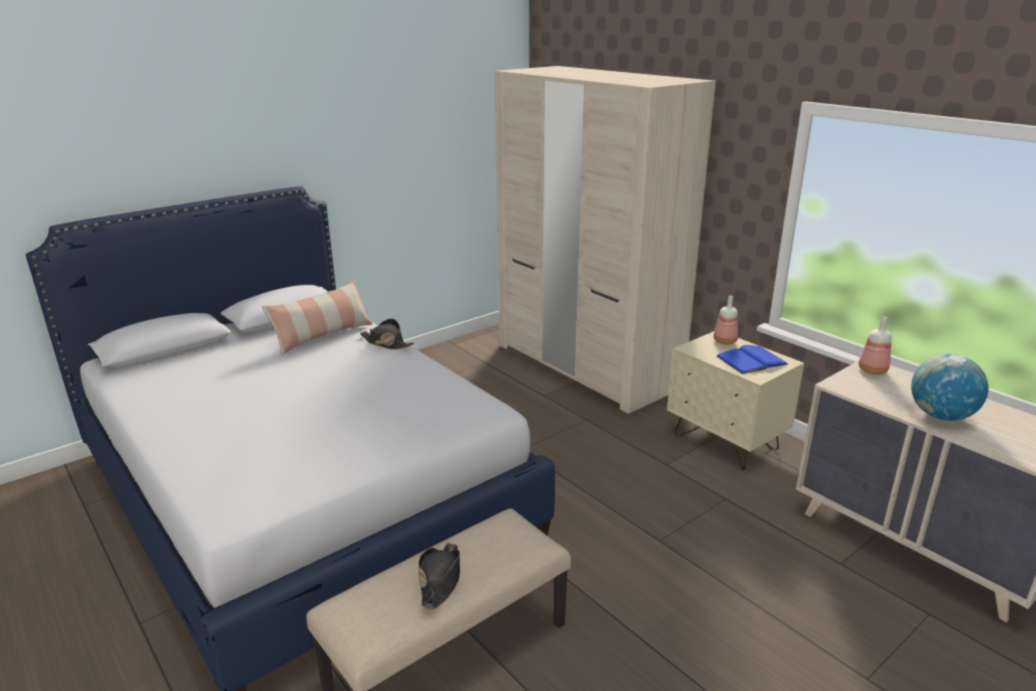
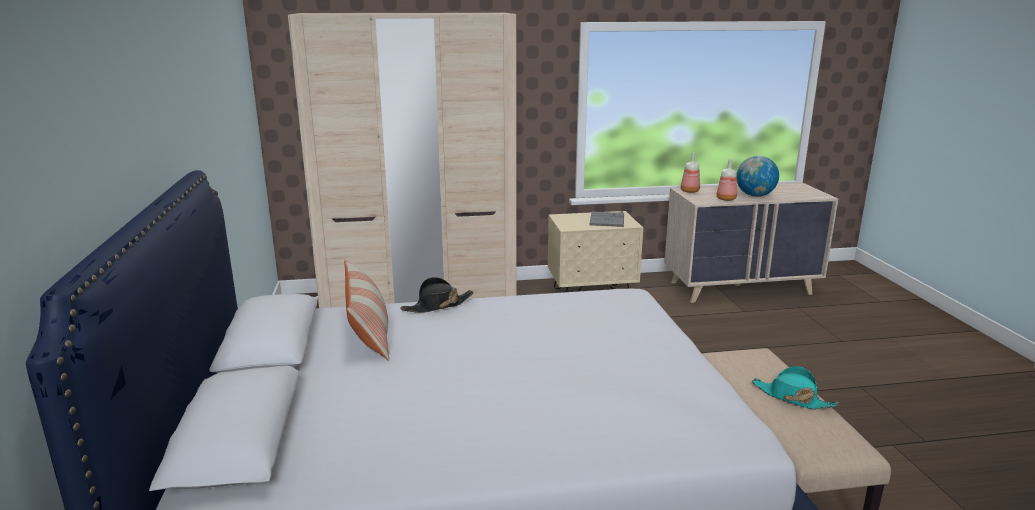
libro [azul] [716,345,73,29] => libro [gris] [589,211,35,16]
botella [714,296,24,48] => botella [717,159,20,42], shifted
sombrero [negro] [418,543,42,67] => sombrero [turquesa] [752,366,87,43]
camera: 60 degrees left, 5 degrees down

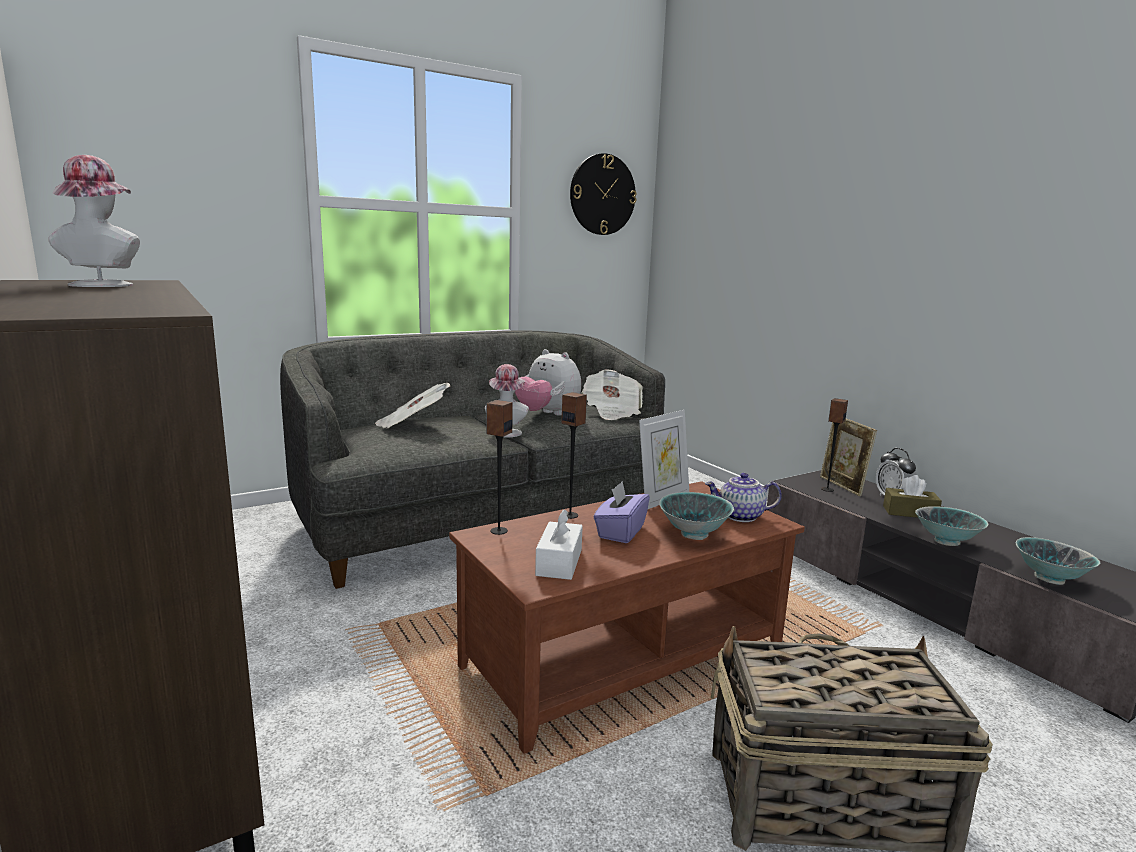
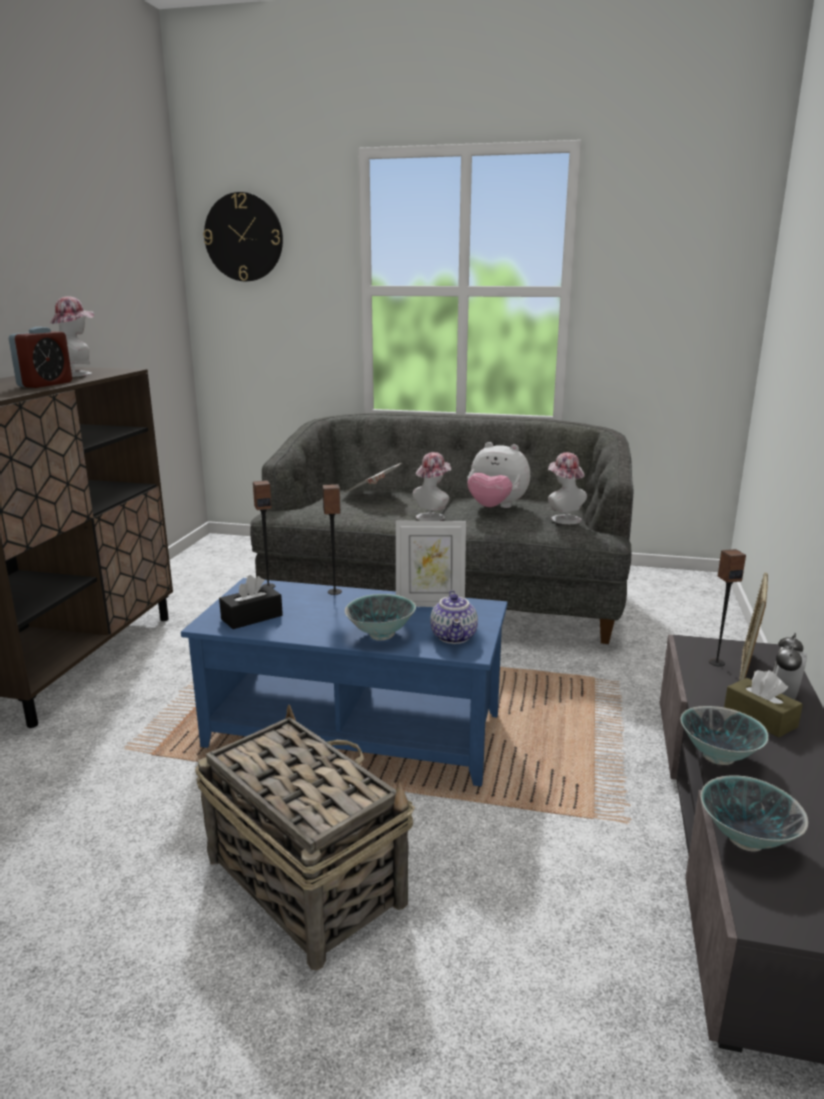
nothing => despertador [9,327,63,61]
mesa de centro [marrón] [449,481,356,273] => mesa de centro [azul] [181,578,326,208]
reloj de pared [570,153,67,82] => reloj de pared [203,192,80,89], shifted
caja de pañuelos [blanco] [535,509,48,71] => caja de pañuelos [negro] [219,575,64,54]
tetera [705,473,77,49] => tetera [430,590,48,54], 135 degrees counterclockwise
peluche [515,349,66,66] => peluche [467,442,63,66], 60 degrees counterclockwise
periódico [581,369,62,51] => sombrero [548,452,39,72]
caja de pañuelos [morado] [593,481,57,62] => nothing
camera: 45 degrees right, 5 degrees up

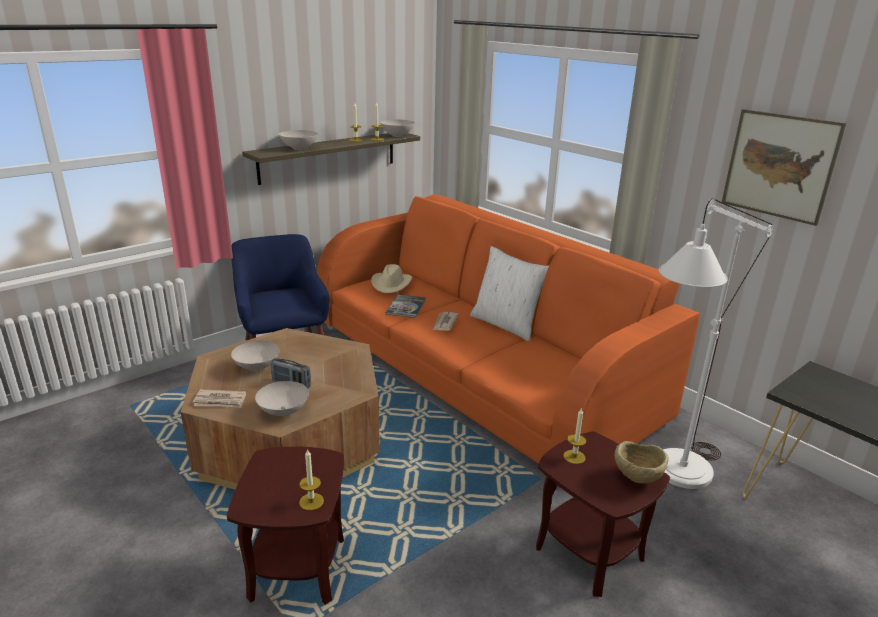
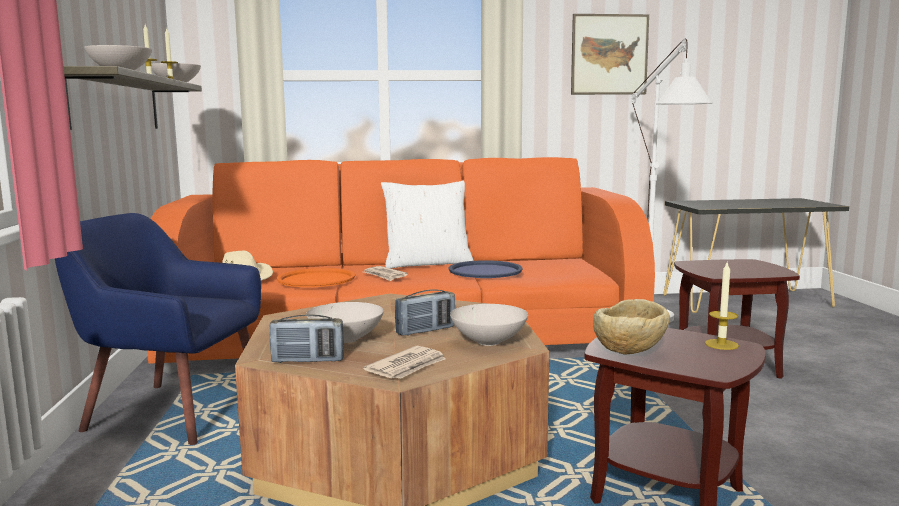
nothing => radio [270,314,74,49]
libro [385,294,41,24] => bandeja [naranja] [277,268,78,19]
nothing => bandeja [azul] [448,260,74,18]
cuenco [beis] [614,441,55,43] => cuenco [beis] [593,299,77,56], shifted
vela [563,409,24,55] => nothing
camera: 55 degrees left, 15 degrees down

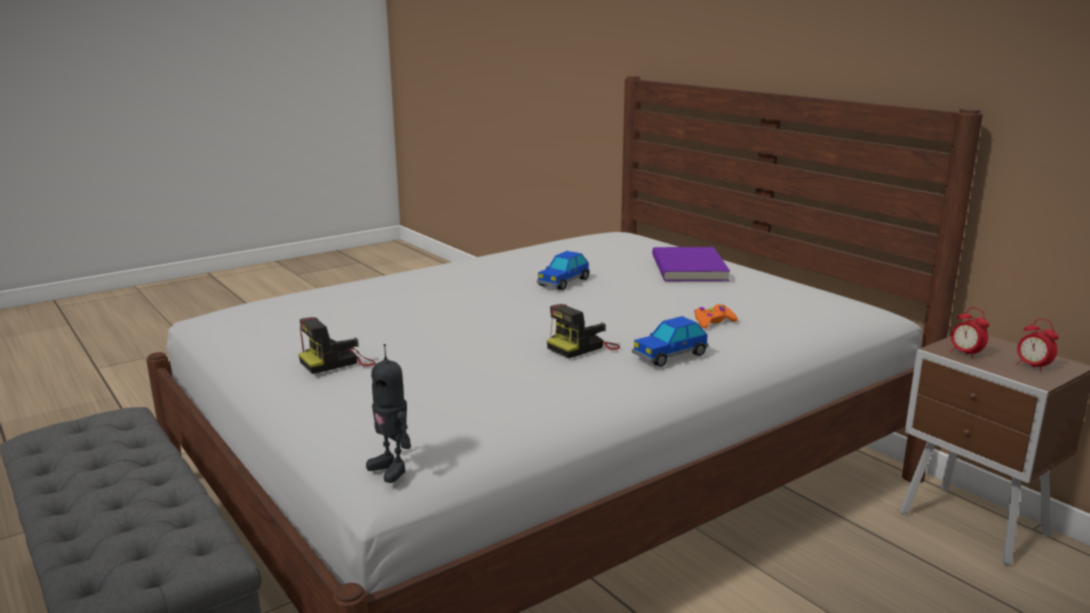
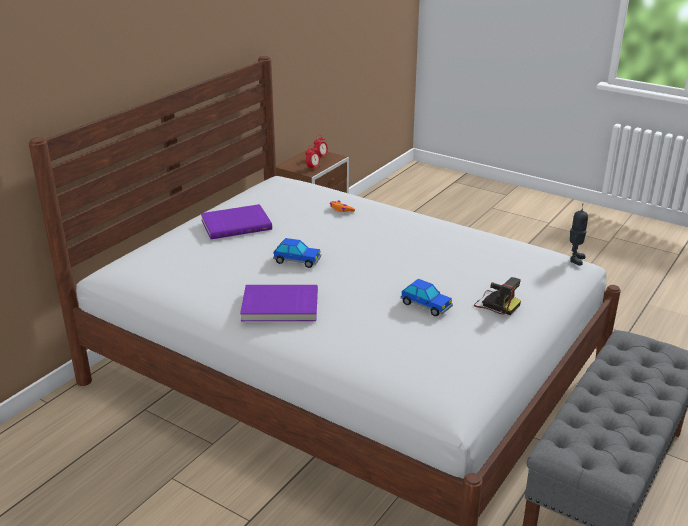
nothing => libro [morado] [240,285,78,36]
coche de juguete [632,316,76,51] => coche de juguete [401,279,52,37], shifted
cámara [547,304,73,54] => nothing
camera: 110 degrees left, 10 degrees up

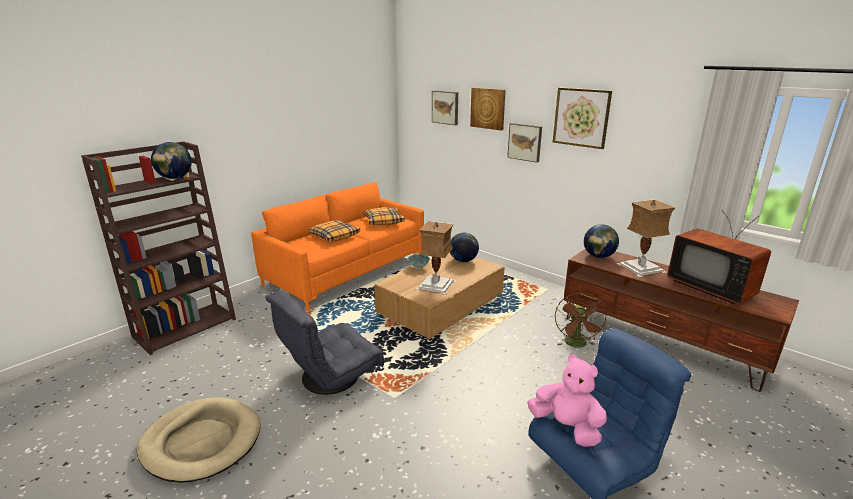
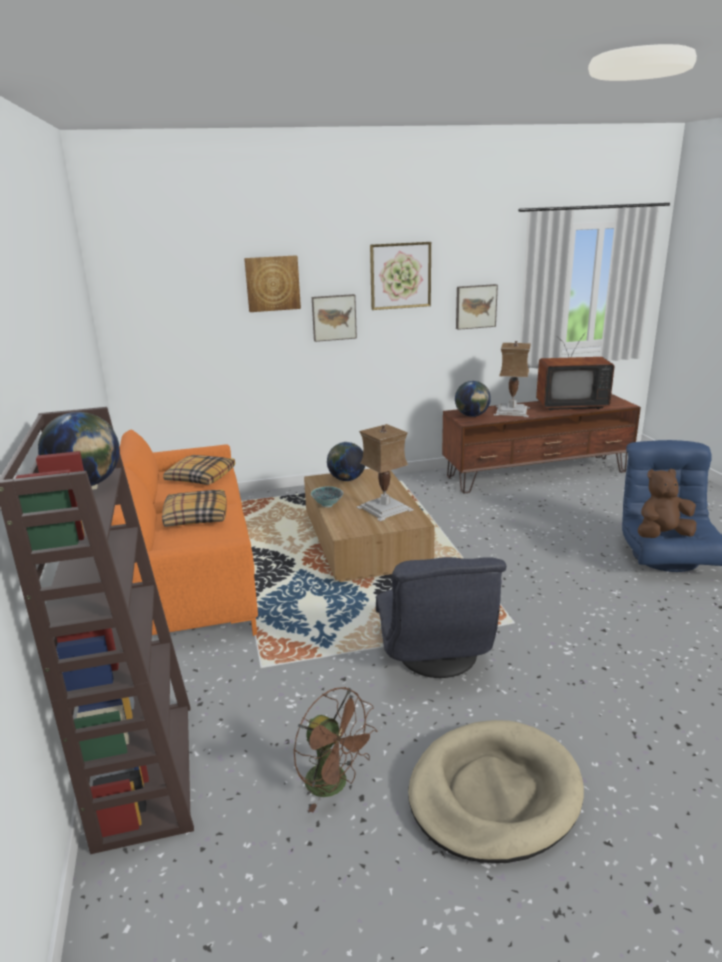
ventilador [marrón] [555,293,52,55] => ventilador [marrón] [293,687,84,125], shifted
cuadro [432,91,26,34] => cuadro [456,284,42,46], shifted
peluche [rosa] [527,354,80,93] => peluche [marrón] [638,469,58,69]
camera: 55 degrees left, 0 degrees up

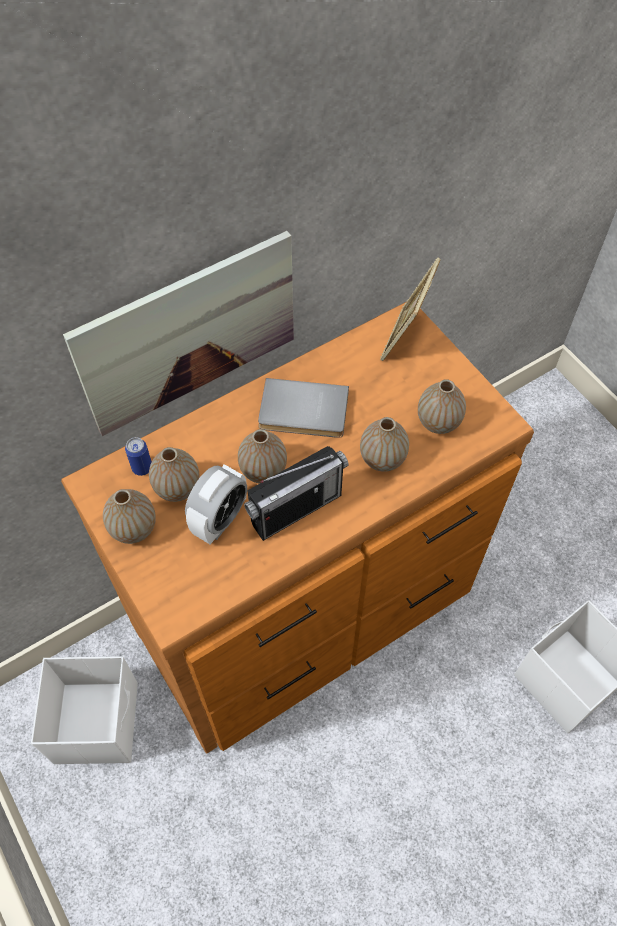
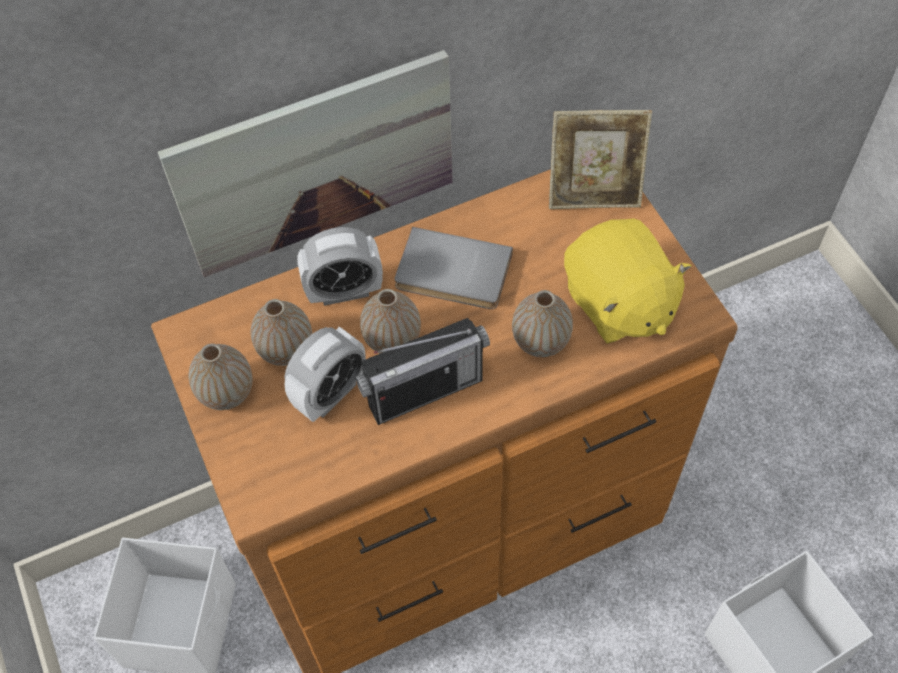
nothing => despertador [297,227,86,79]
portarretratos [380,258,60,103] => portarretratos [549,110,103,99], 120 degrees counterclockwise
florero [418,379,48,55] => peluche [amarillo] [564,218,128,125]
lata [125,437,27,39] => nothing
camera: 10 degrees right, 0 degrees up

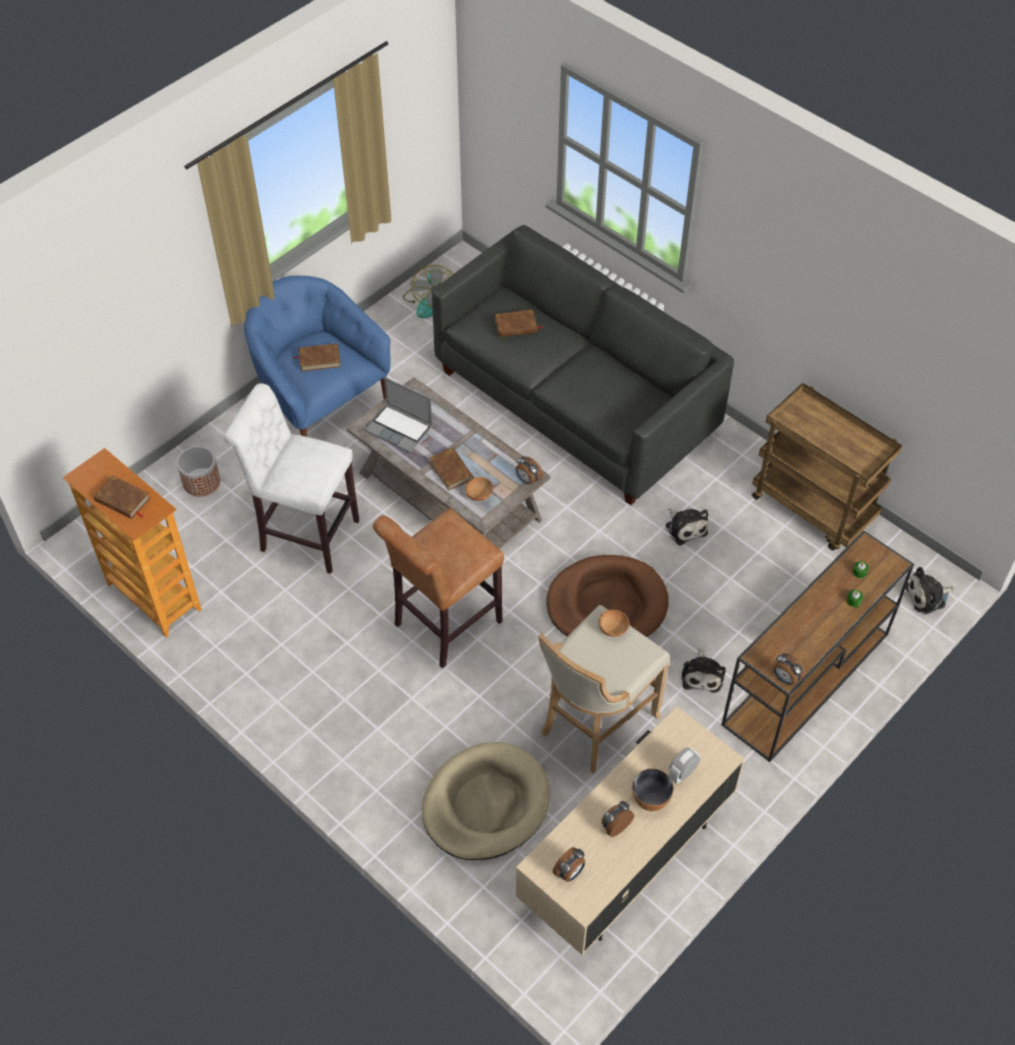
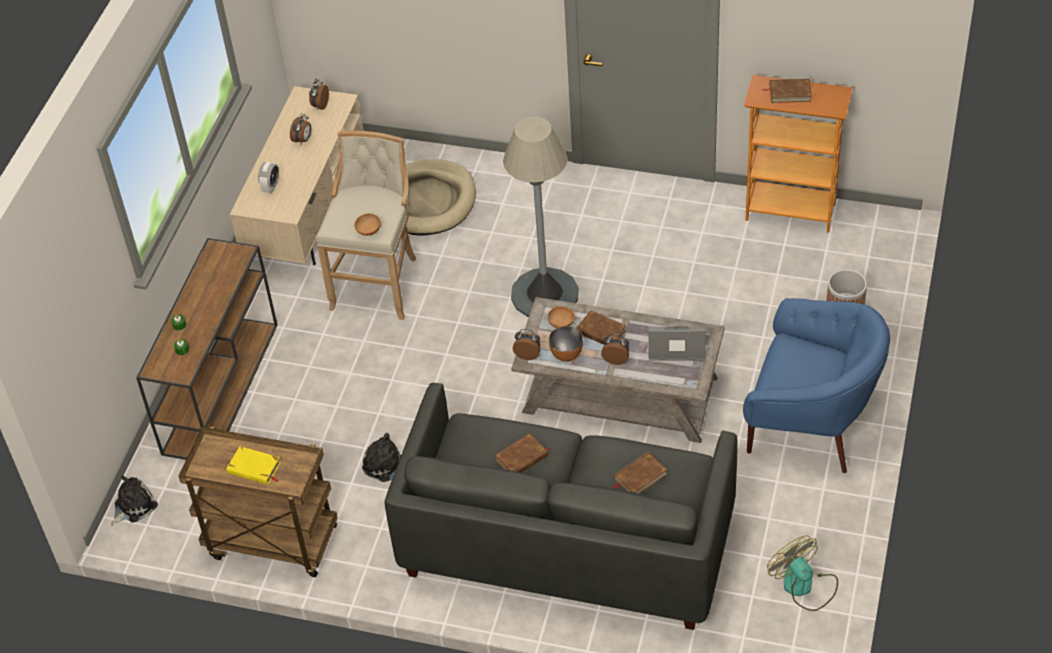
nothing => libro [amarillo] [226,446,55,39]
libro [marrón] [293,343,48,28] => libro [marrón] [495,433,55,40], shifted
taburete [marrón] [373,508,131,161] => lámpara de pie [gris] [503,117,76,200]
cuenco [632,768,42,43] => cuenco [548,326,35,36], shifted
despertador [773,653,33,32] => despertador [601,334,28,31], shifted
taburete [blanco] [224,383,135,191] => nothing
cama para perro [marrón] [546,555,123,82] => nothing
peluche [681,649,45,44] => nothing
camera: 155 degrees right, 5 degrees down

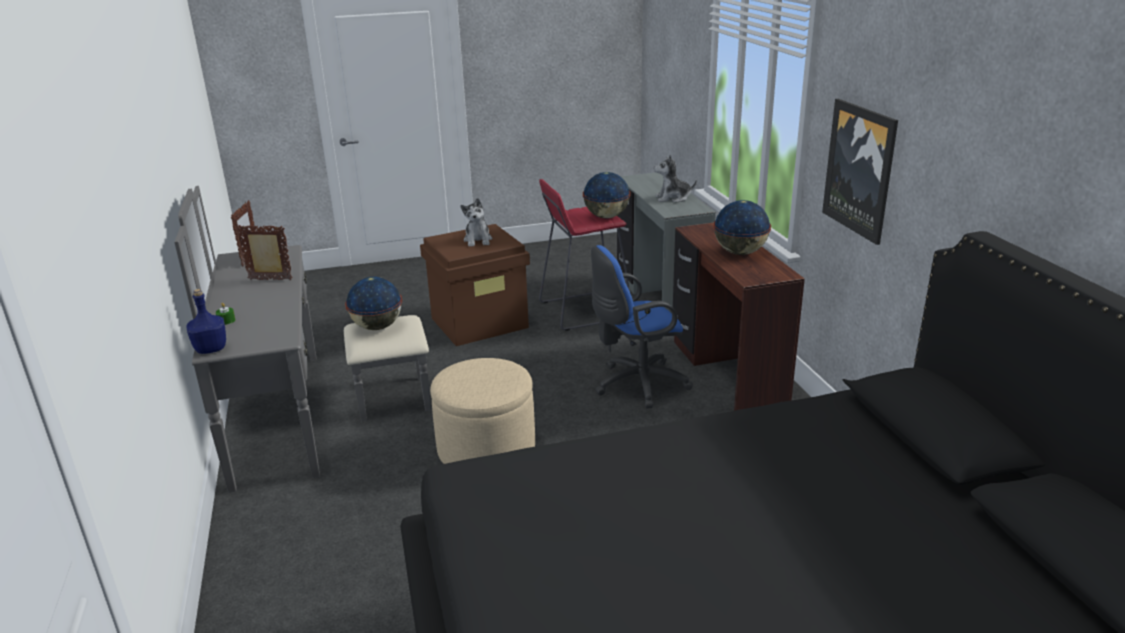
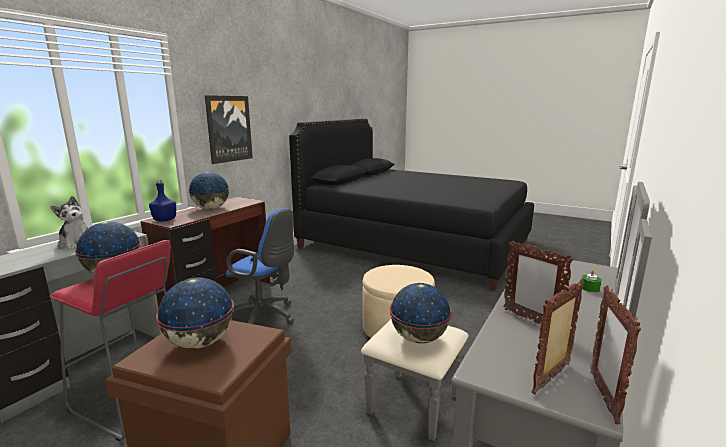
botella [azul] [186,289,40,65] => botella [azul] [149,180,27,42], shifted
peluche [460,198,32,49] => globo terráqueo [156,278,78,71]
nothing => portarretratos [590,285,51,139]
camera: 135 degrees left, 10 degrees down

